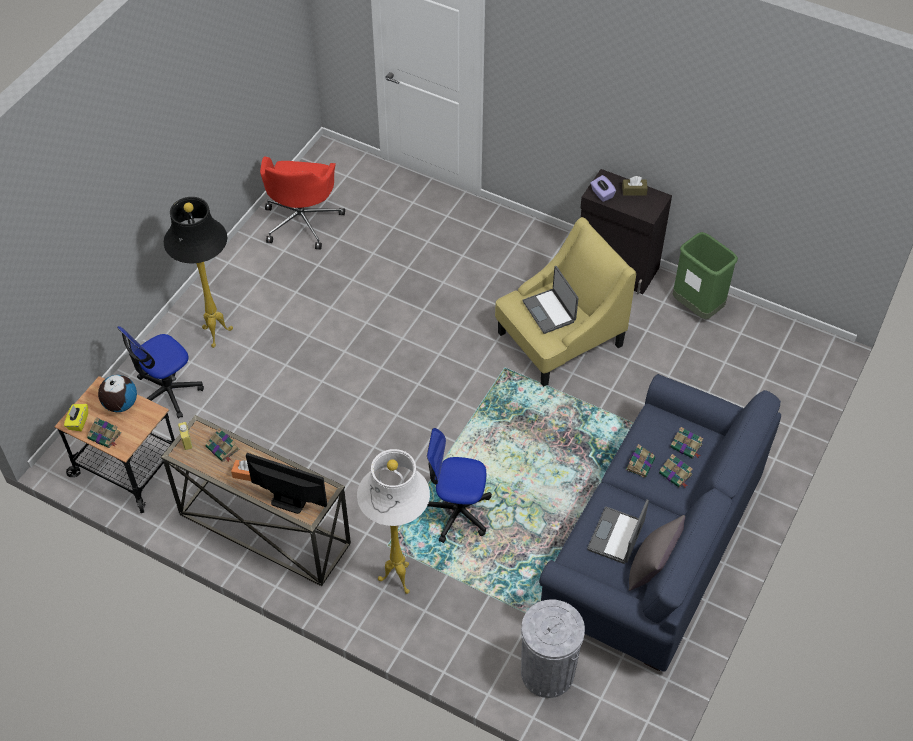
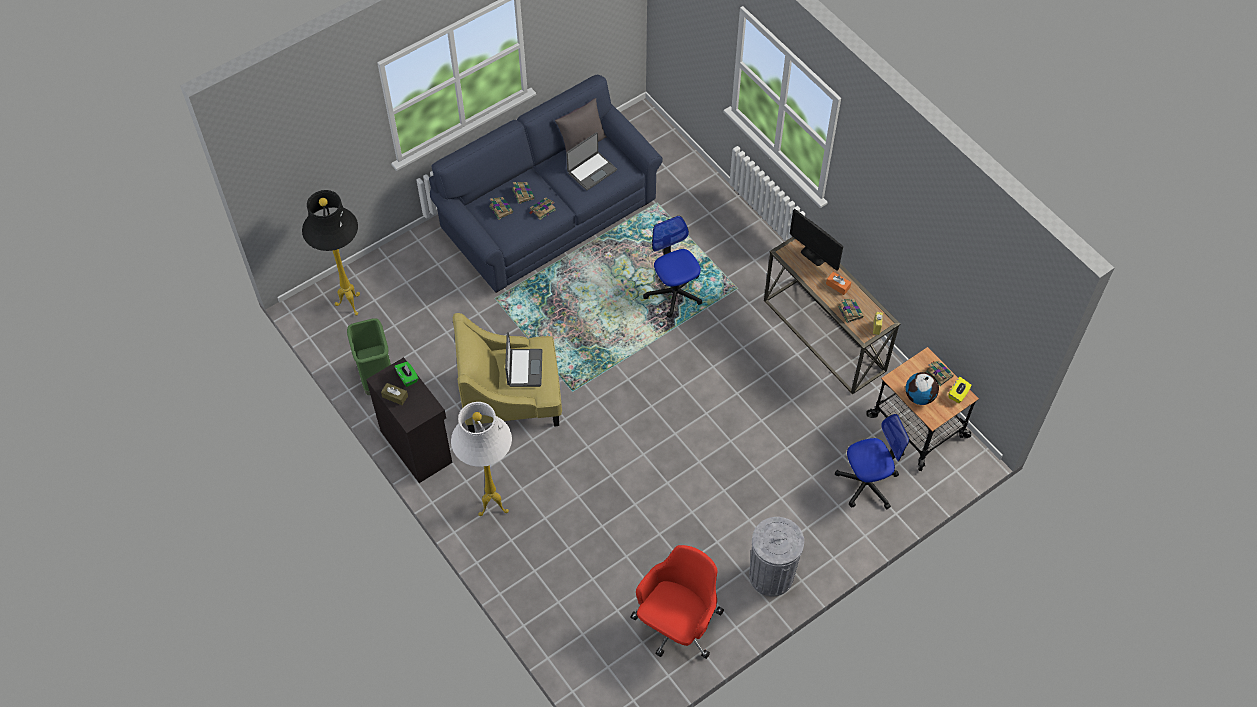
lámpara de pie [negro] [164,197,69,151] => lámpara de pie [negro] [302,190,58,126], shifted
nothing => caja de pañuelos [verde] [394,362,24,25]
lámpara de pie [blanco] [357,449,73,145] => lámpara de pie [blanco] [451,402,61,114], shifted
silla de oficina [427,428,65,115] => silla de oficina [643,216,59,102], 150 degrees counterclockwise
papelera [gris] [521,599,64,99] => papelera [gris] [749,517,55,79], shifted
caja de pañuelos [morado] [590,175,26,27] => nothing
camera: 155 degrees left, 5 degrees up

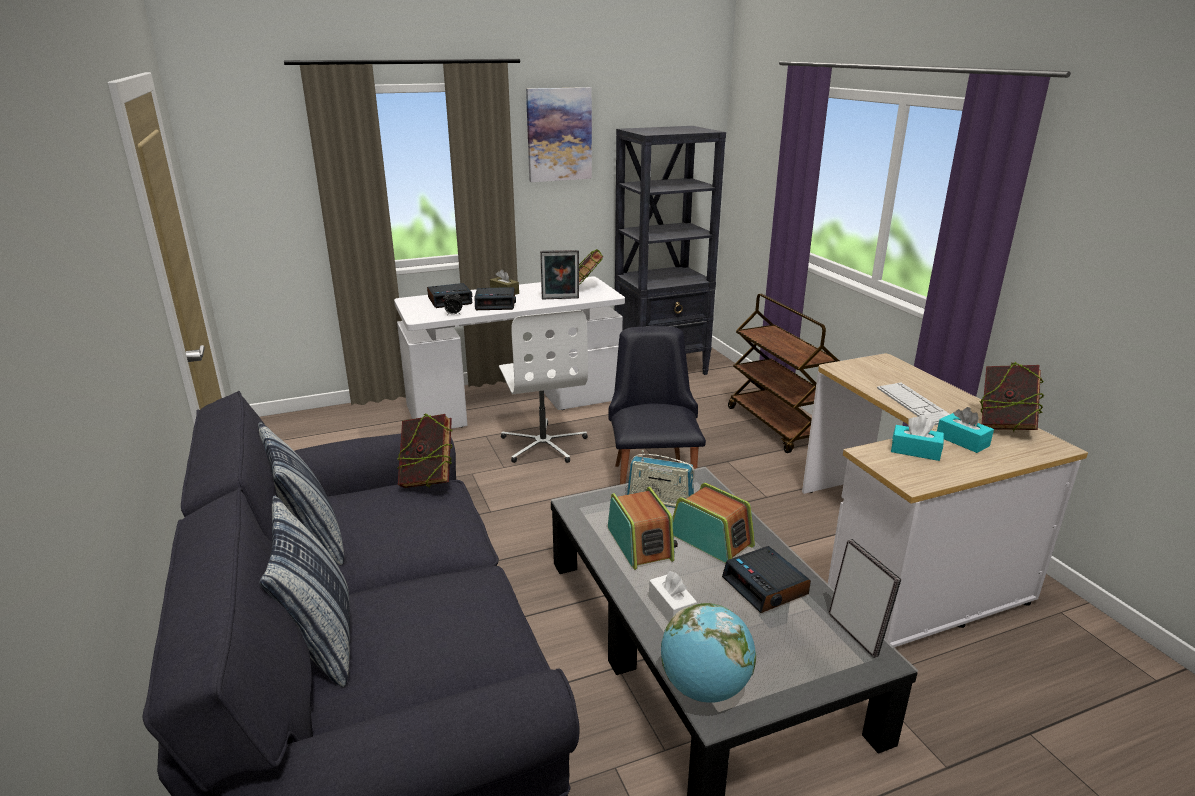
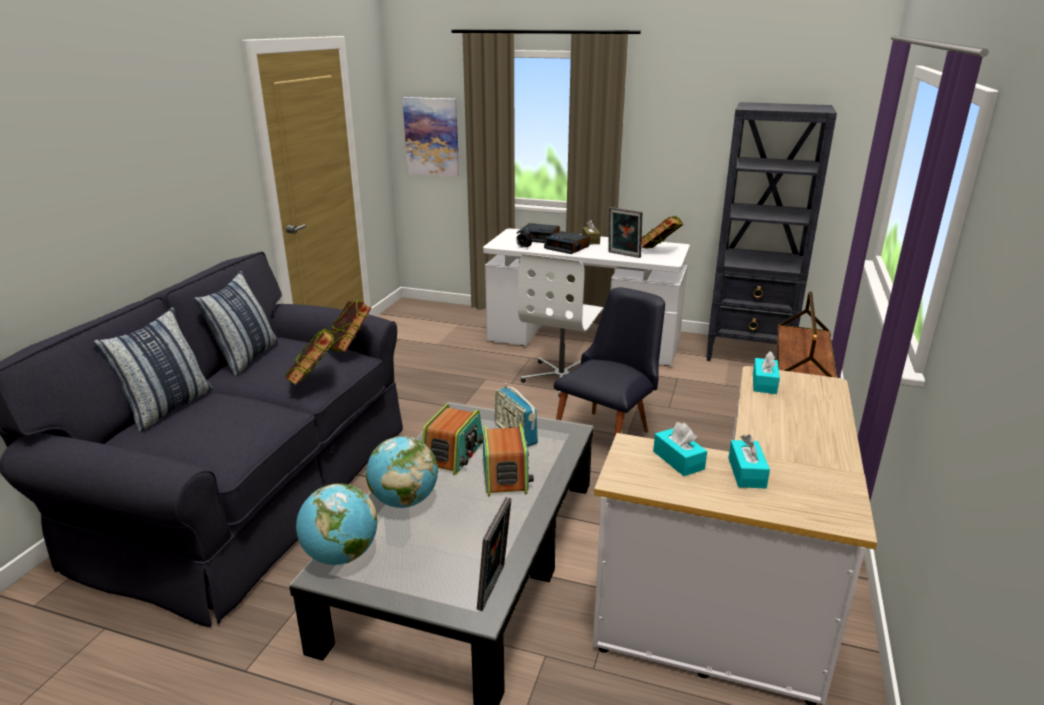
libro [979,362,65,69] => libro [285,329,49,57], shifted
caja de pañuelos [blanco] [649,571,48,51] => globo terráqueo [366,436,72,72]
cuadro [526,87,66,95] => cuadro [403,97,56,80], shifted
nothing => caja de pañuelos [turquesa] [753,351,27,43]
despertador [722,546,89,67] => nothing
teclado [877,383,73,42] => nothing
camera: 40 degrees right, 0 degrees up

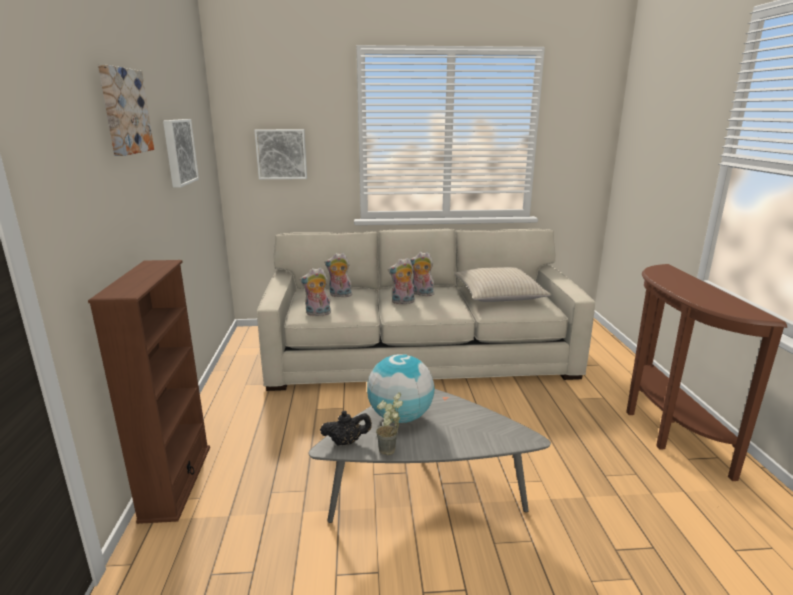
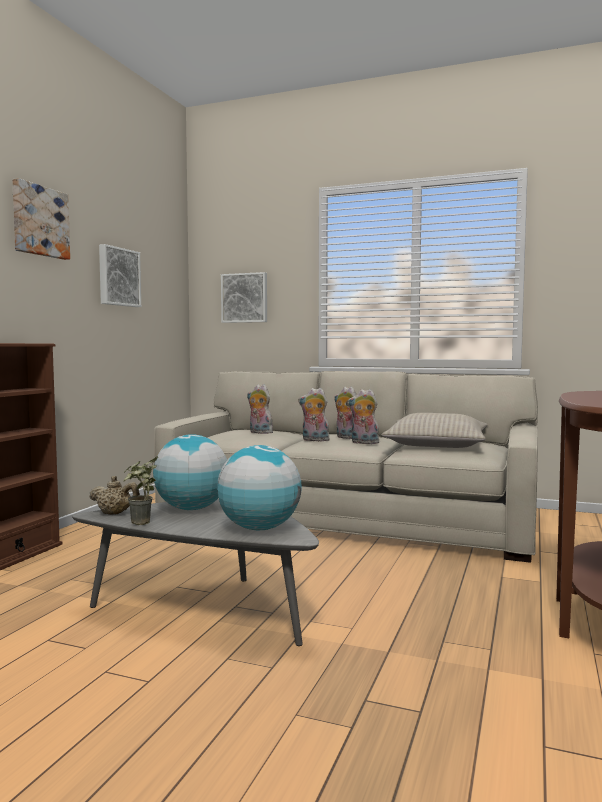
tetera [negro] [320,411,52,35] => tetera [beis] [89,476,51,39]
nothing => globo terráqueo [217,445,85,86]
peluche [300,268,31,48] => peluche [347,389,32,55], shifted
camera: 25 degrees right, 15 degrees down

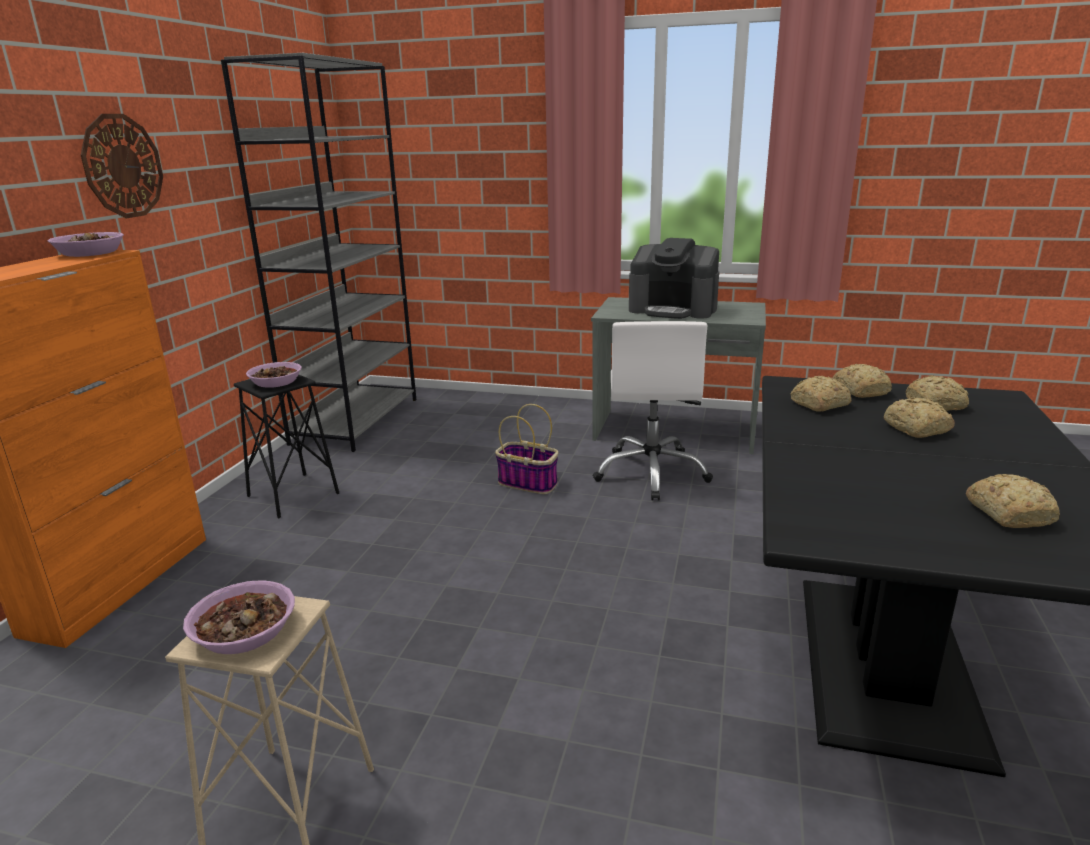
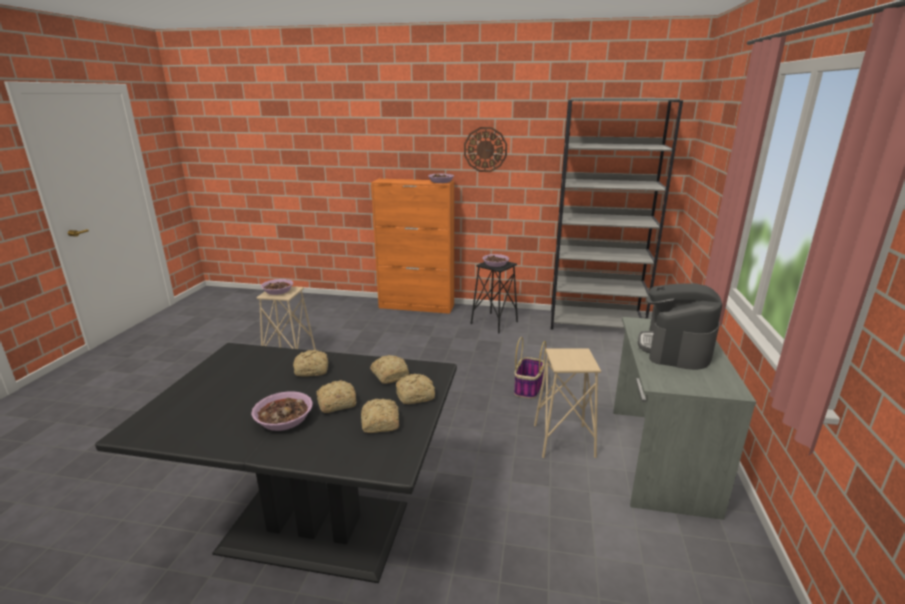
nothing => cuenco [251,391,62,40]
pan [966,474,94,54] => pan [293,350,35,27], shifted
silla de oficina [blanco] [593,321,120,179] => taburete [beis] [534,348,67,110]
camera: 85 degrees right, 0 degrees up

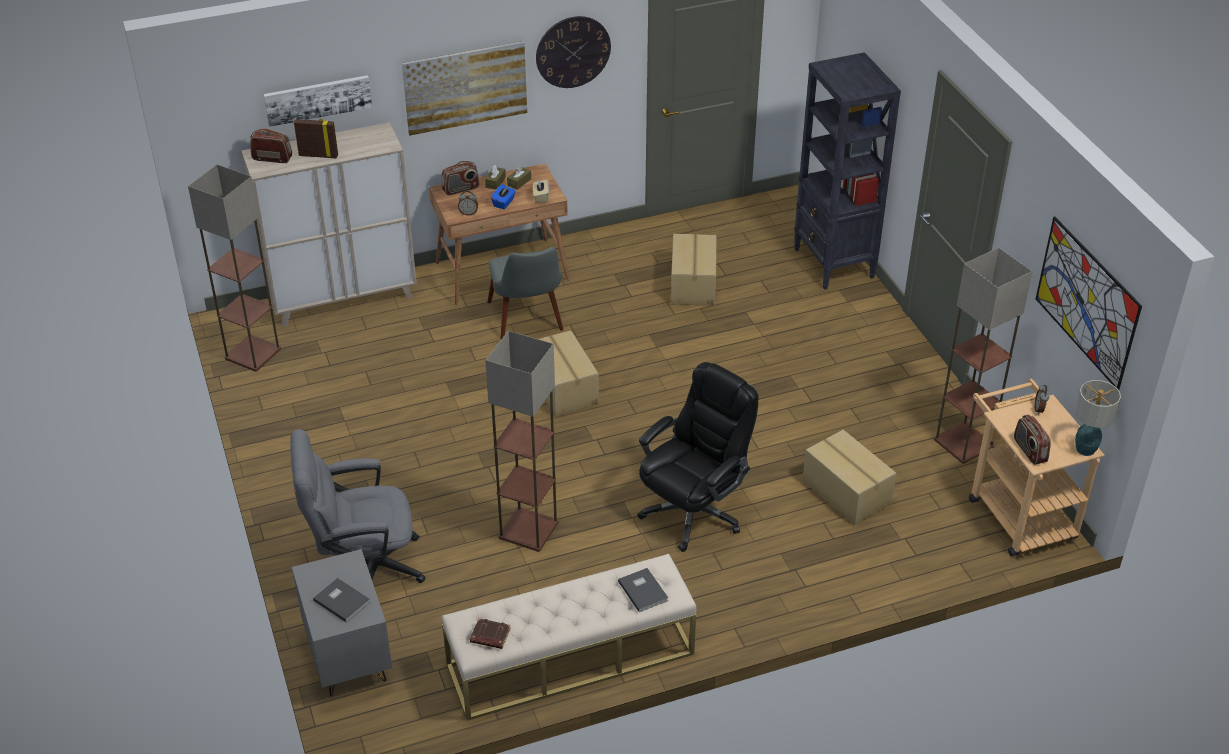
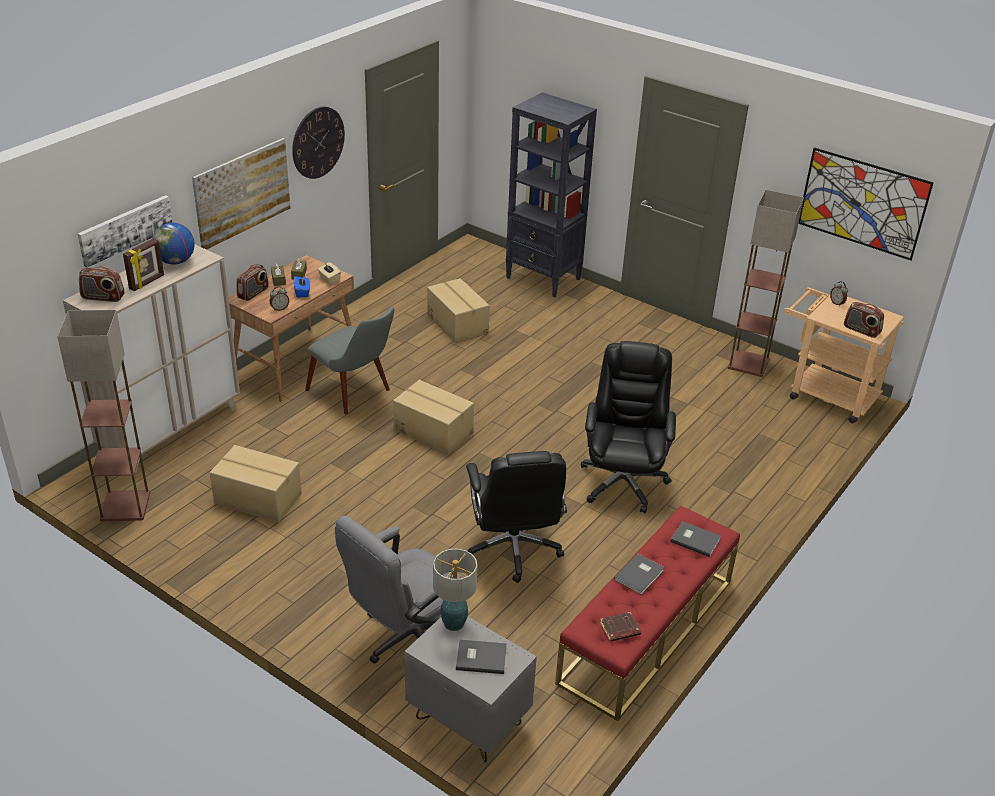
radio [250,128,42,35] => radio [79,266,46,36], 150 degrees counterclockwise
portarretratos [294,119,44,39] => portarretratos [123,238,41,53], 150 degrees clockwise
nothing => globo terráqueo [152,223,43,42]
caja de cartón [803,430,93,95] => caja de cartón [210,445,92,77], shifted
lámpara de mesa [1075,380,46,76] => lámpara de mesa [433,548,44,83], shifted
lámpara de pie [485,331,73,221] => silla de oficina [negro] [466,451,101,132]
banco [beis] [442,554,255,167] => banco [rojo] [555,506,185,215]
nothing => libro [gris] [614,553,50,42]
camera: 35 degrees left, 5 degrees down

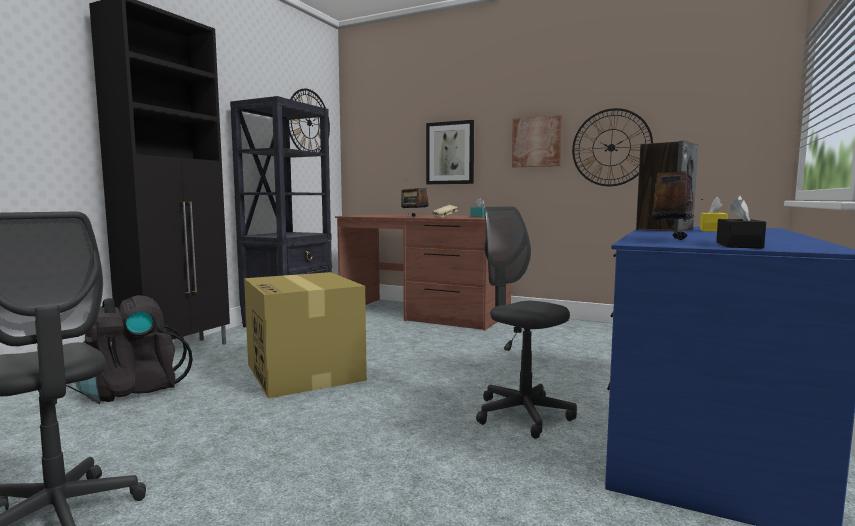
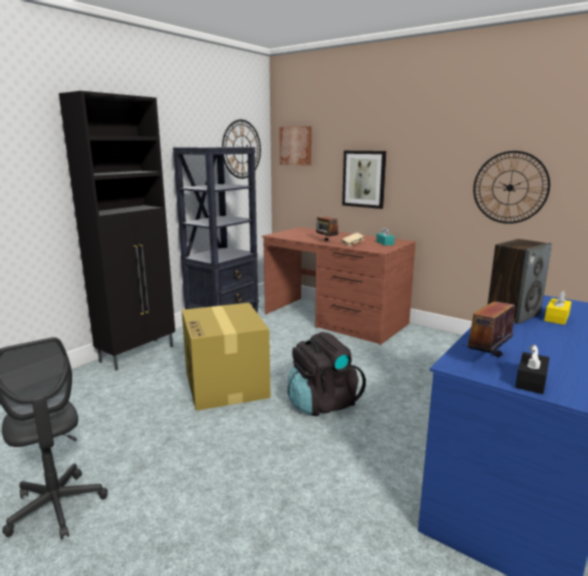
cuadro [512,115,50,53] => cuadro [280,126,32,40], shifted
mochila [negro] [75,295,118,107] => mochila [negro] [287,332,79,84], shifted
silla de oficina [gris] [476,206,101,233] => nothing
camera: 10 degrees right, 10 degrees up

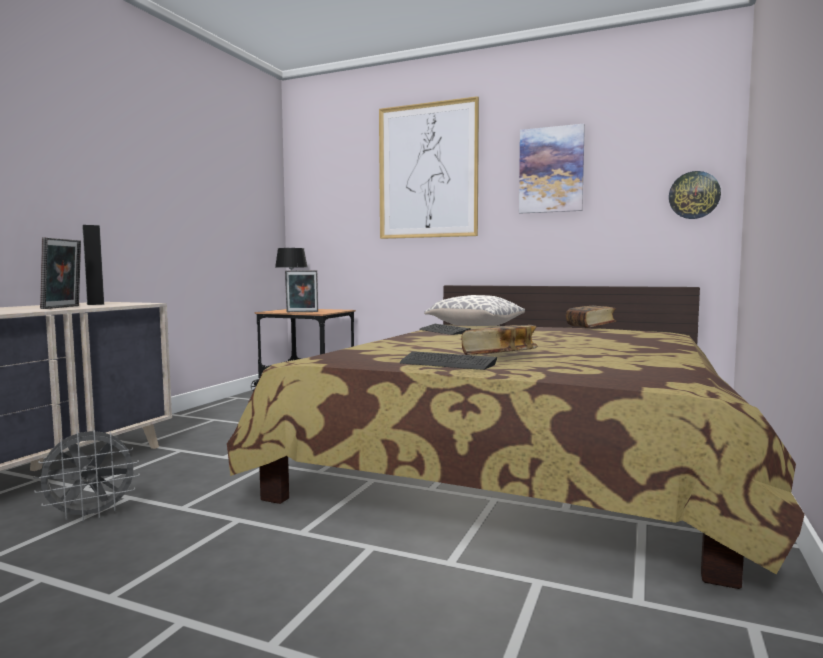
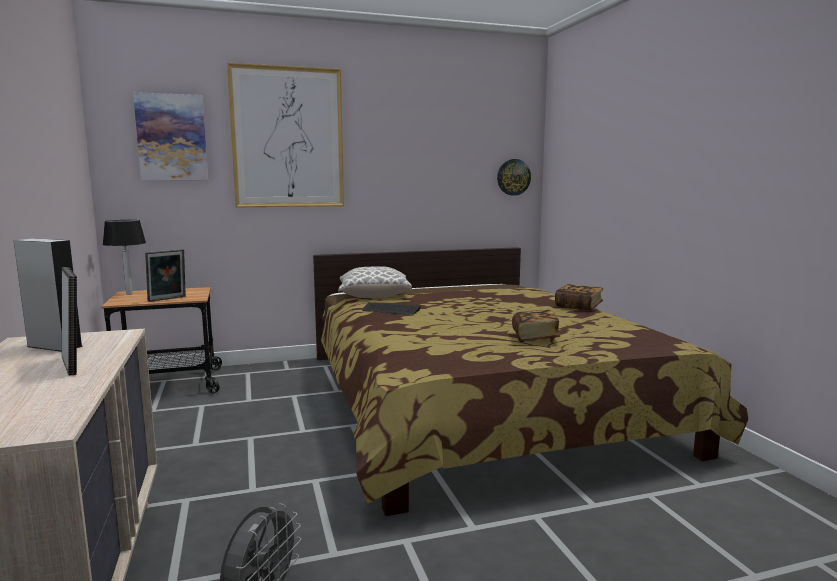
cuadro [519,124,66,90] => cuadro [133,92,75,88], shifted
libro [566,305,50,23] => libro [555,284,48,26], shifted
teclado [400,351,97,19] => nothing
camera: 40 degrees left, 5 degrees up

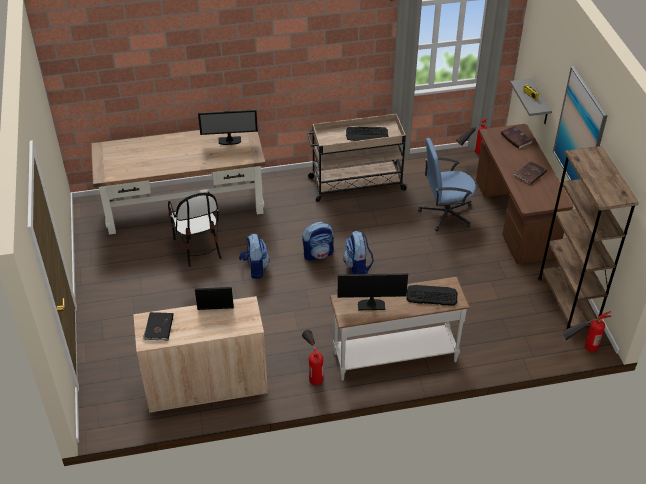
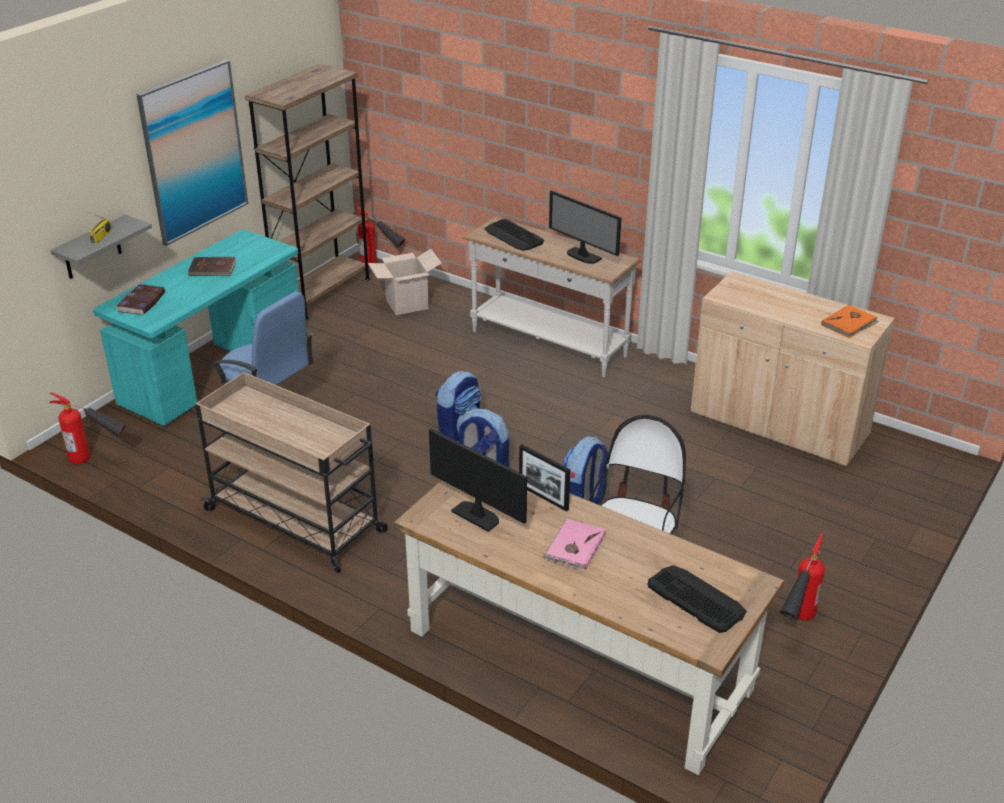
escritorio [marrón] [476,124,97,140] => escritorio [turquesa] [93,230,206,195]
nothing => caja de cartón [368,249,73,66]
portarretratos [195,287,39,23] => portarretratos [519,444,52,68], shifted
nothing => libro [rosa] [542,519,64,51]
teclado [346,127,42,14] => teclado [647,565,100,68], shifted
extintor [302,330,21,55] => extintor [779,533,46,88], shifted
libro [negro] [143,312,30,28] => libro [naranja] [821,305,58,33]
camera: 135 degrees left, 10 degrees down

